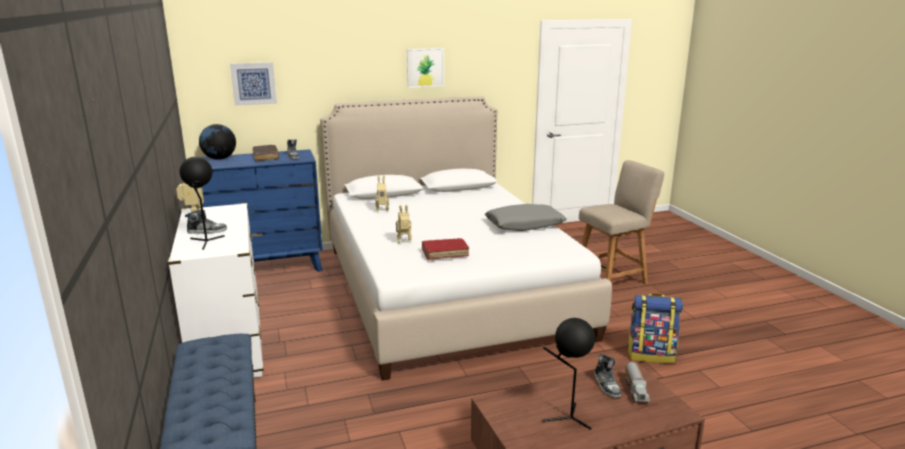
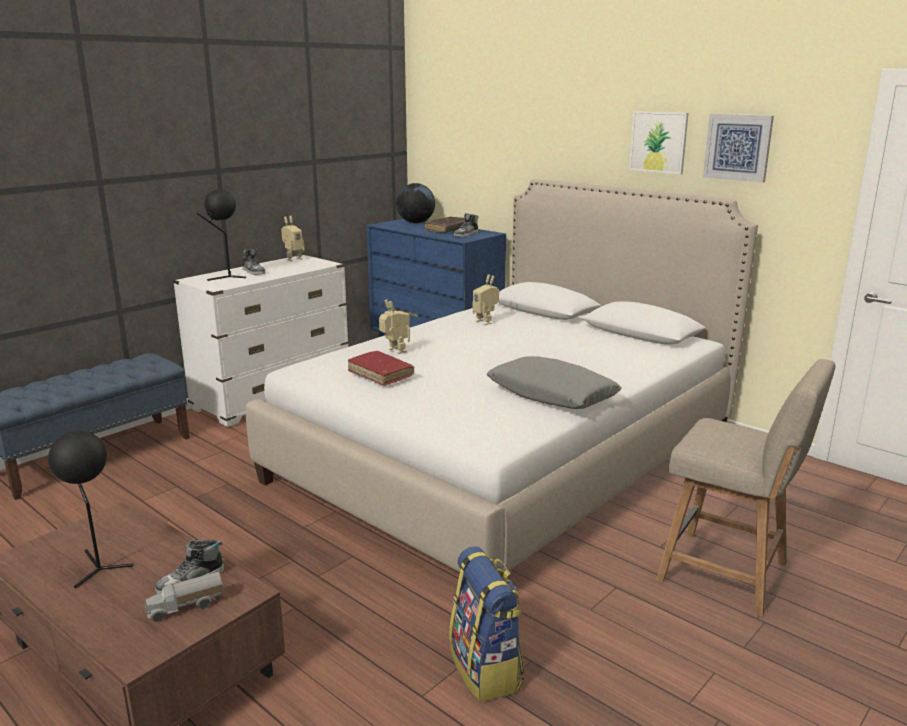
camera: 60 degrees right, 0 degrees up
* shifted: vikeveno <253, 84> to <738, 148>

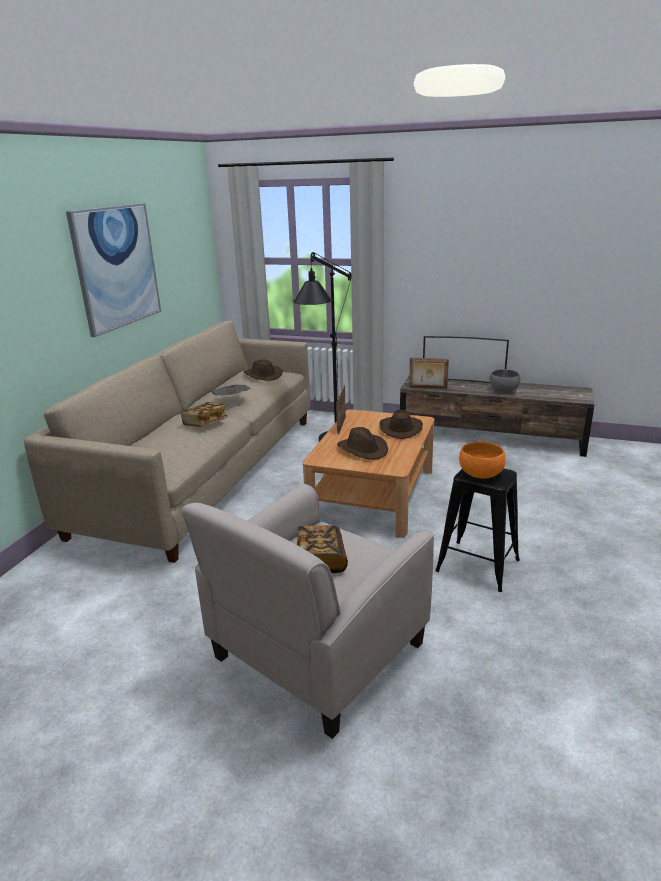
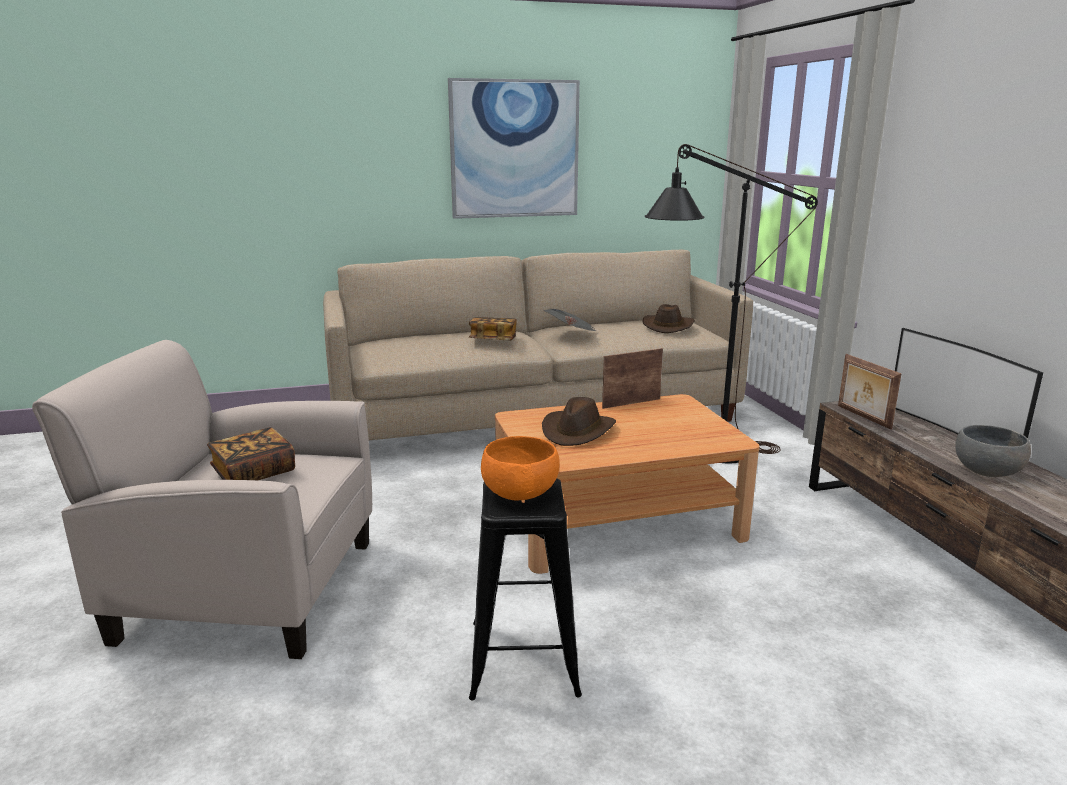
camera: 55 degrees right, 5 degrees down
* gone: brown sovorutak <401, 424>

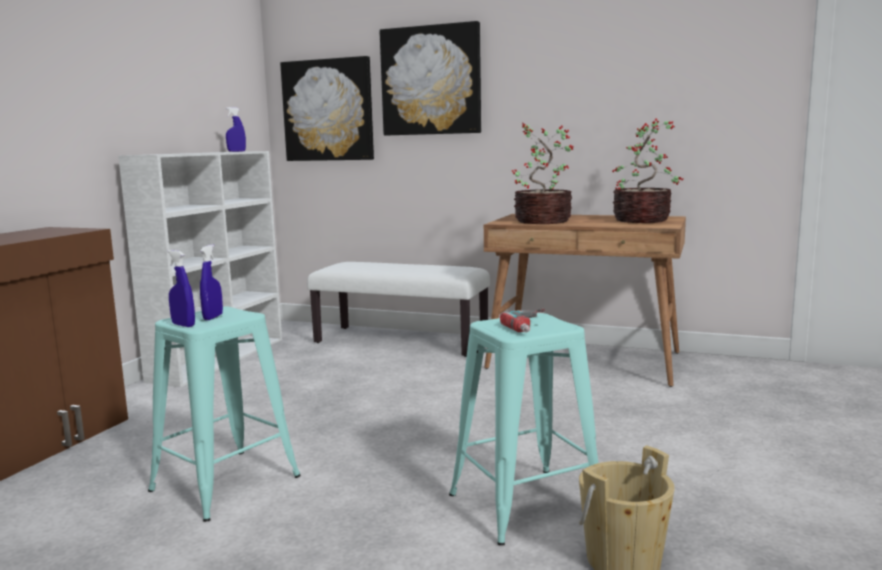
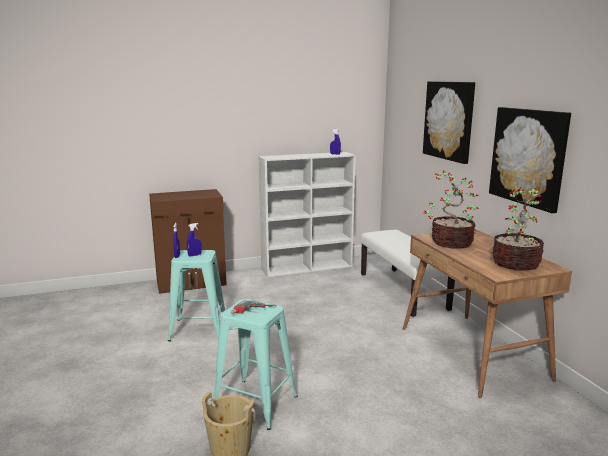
camera: 50 degrees right, 5 degrees up
* shifted: vikeveno <327, 108> to <530, 160>

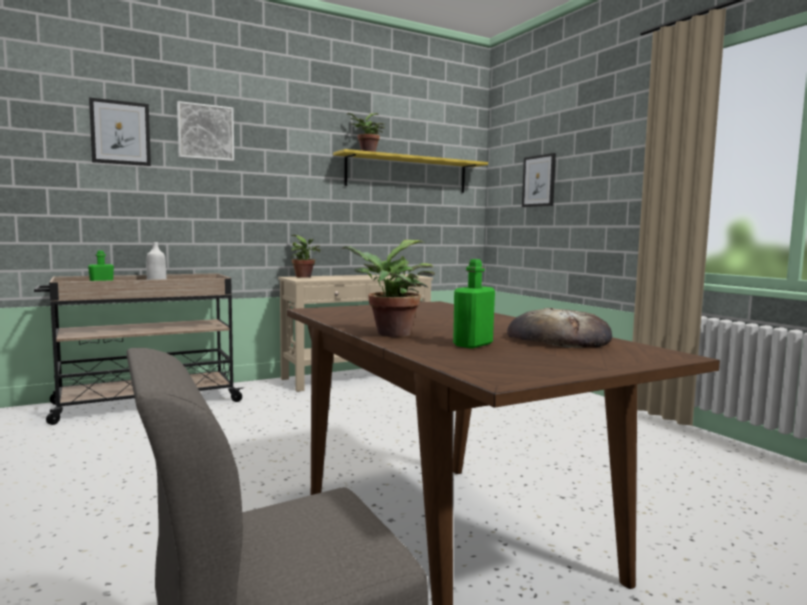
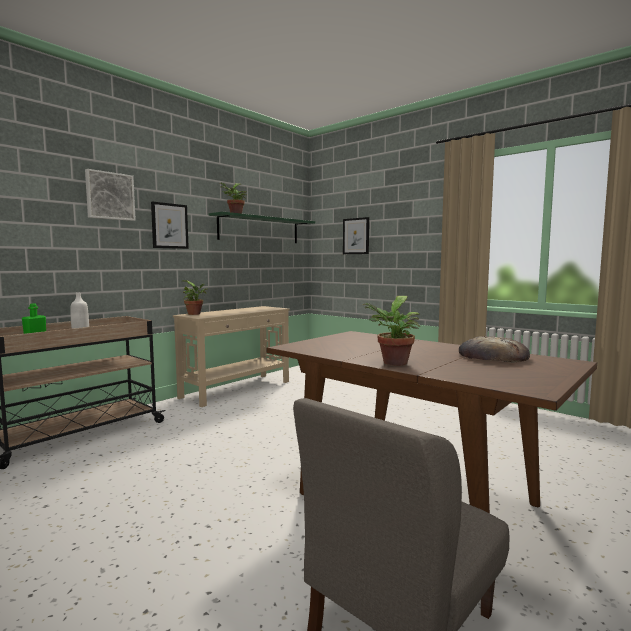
camera: 20 degrees left, 0 degrees up
* shifted: vikeveno <120, 131> to <170, 225>
* repainted: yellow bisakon <410, 171> to green bisakon <262, 227>
* gone: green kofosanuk <474, 303>

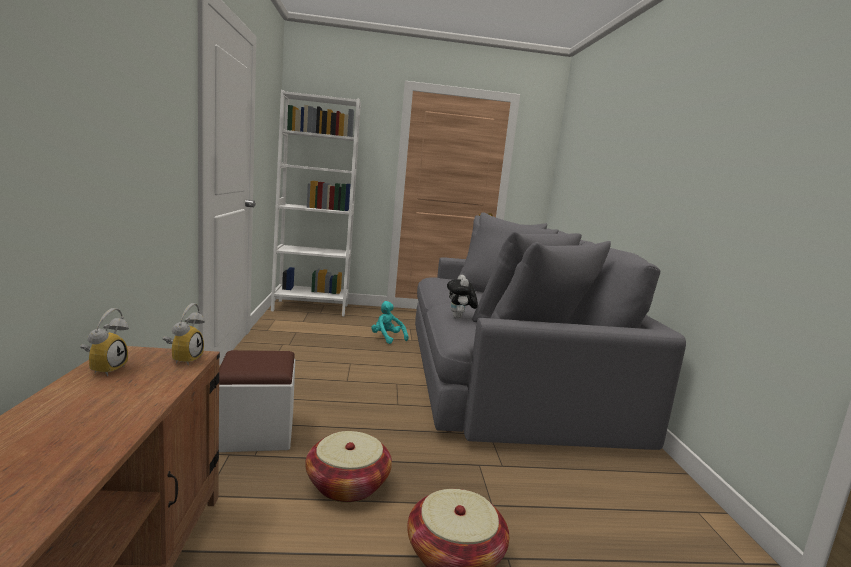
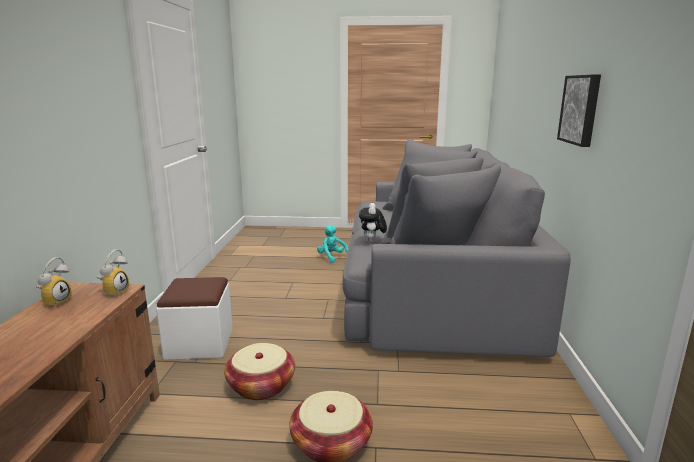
camera: 10 degrees right, 5 degrees up
* gone: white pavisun <316, 203>
* new: vikeveno <579, 111>

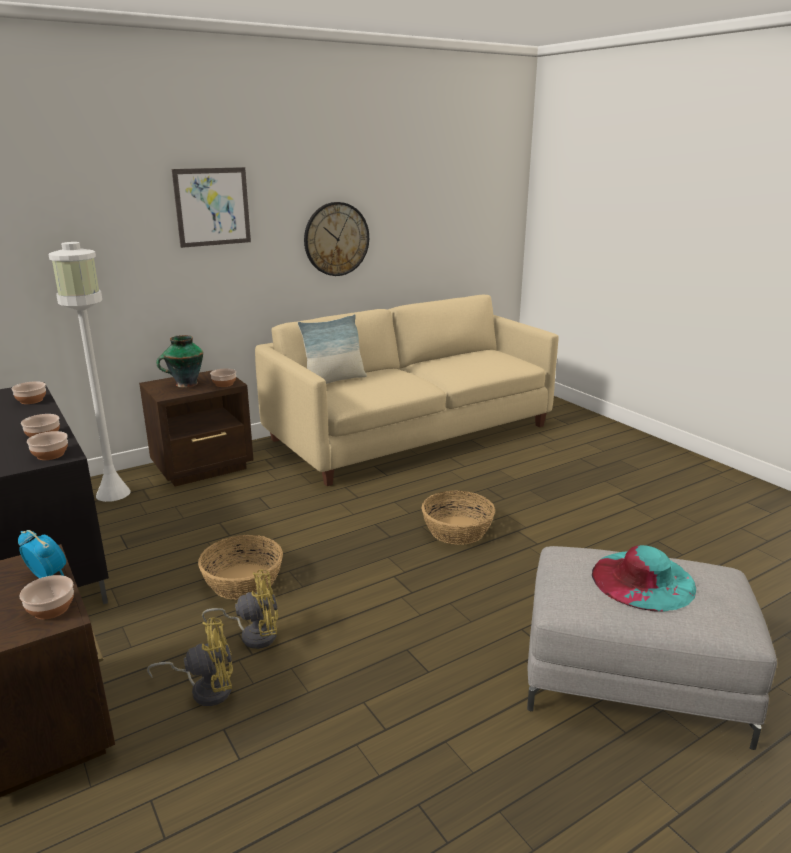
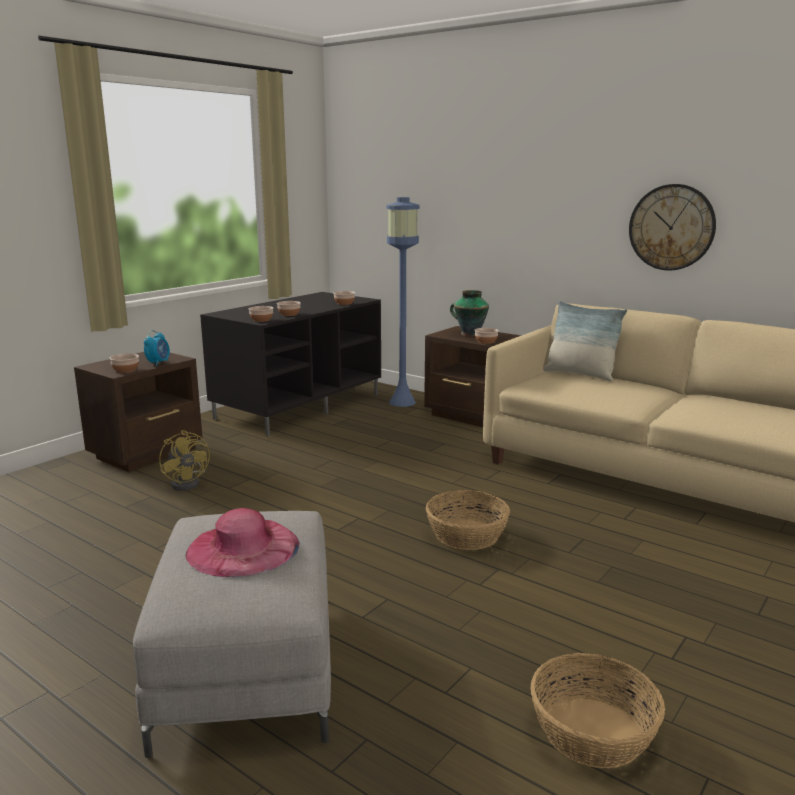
camera: 70 degrees right, 5 degrees down
* repainted: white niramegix <89, 372> to blue niramegix <403, 302>
* gone: vikeveno <211, 207>
* shifted: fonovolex <240, 567> to <597, 710>
* gone: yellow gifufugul <240, 609>
* repainted: turquoise sovorutak <644, 578> to pink sovorutak <243, 542>

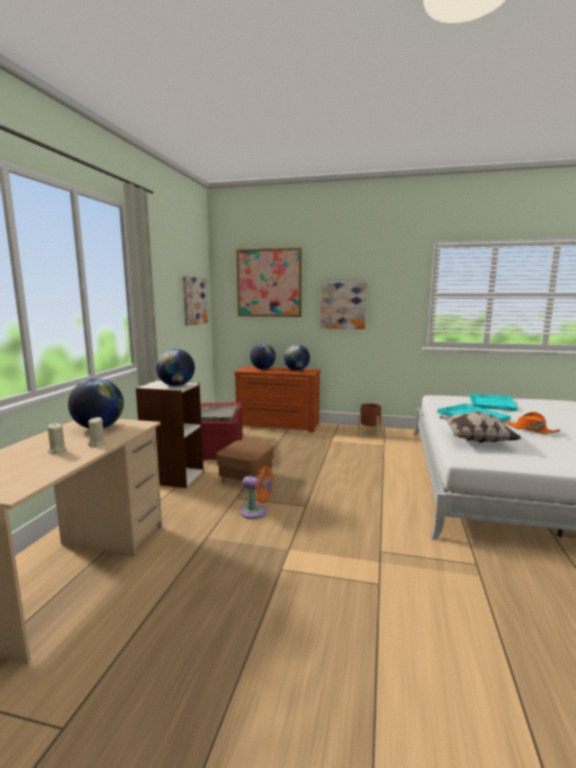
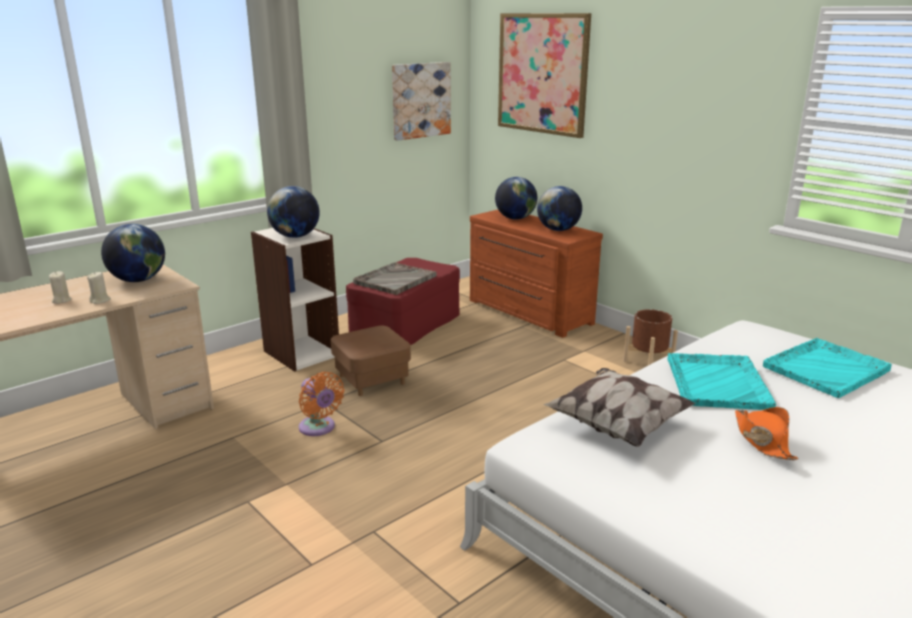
camera: 35 degrees right, 10 degrees up
* gone: vikeveno <343, 305>

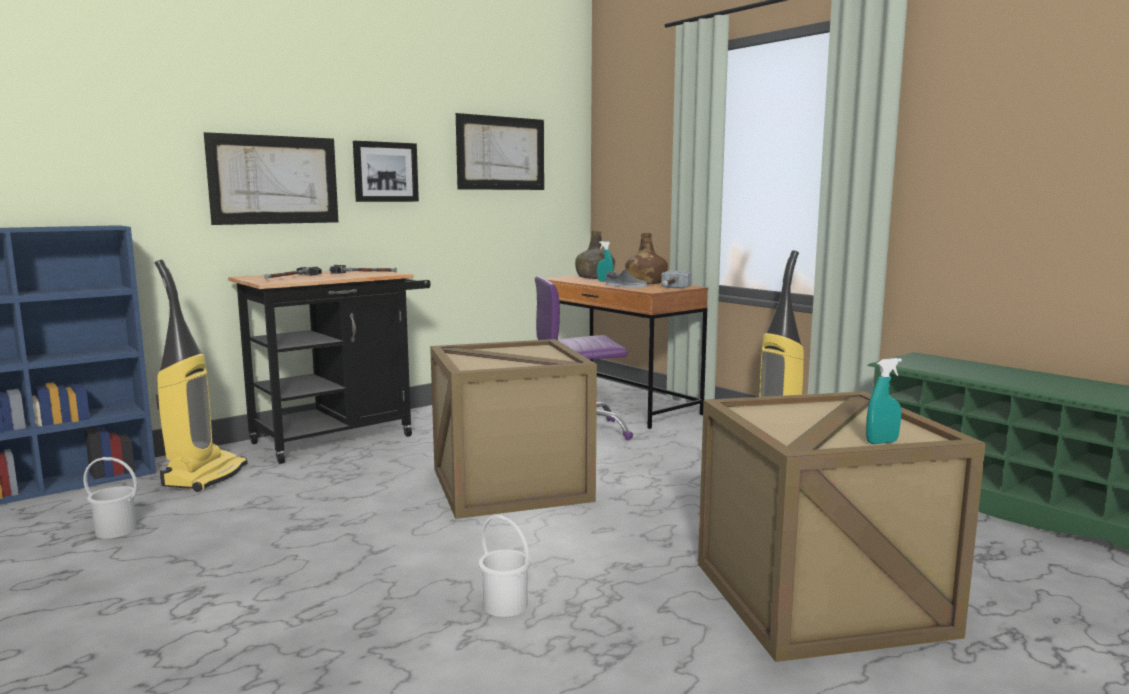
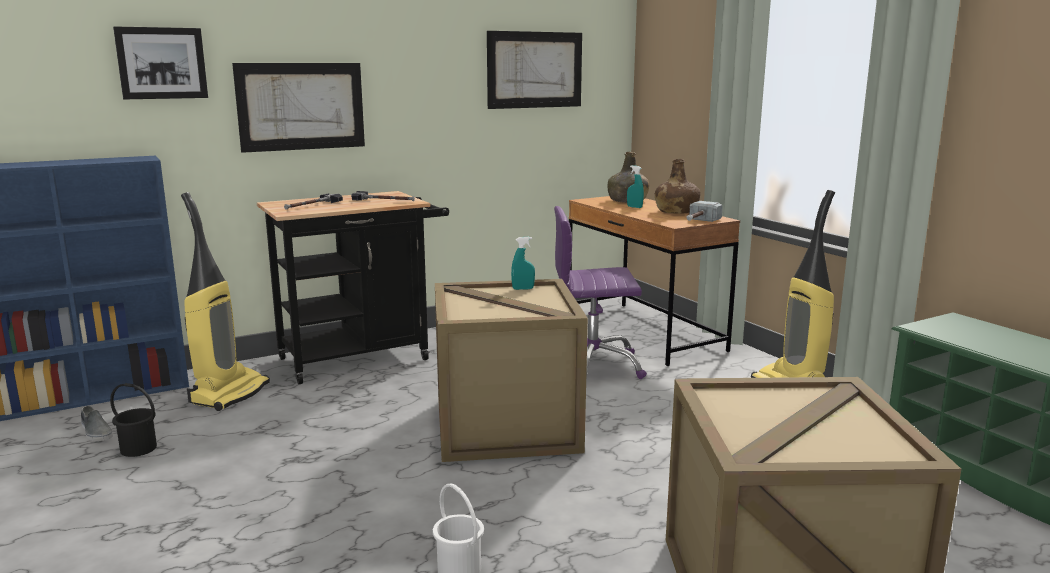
camera: 10 degrees right, 5 degrees up
* repainted: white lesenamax <110, 498> to black lesenamax <133, 420>
* shifted: vikeveno <386, 171> to <160, 62>
* shifted: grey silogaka <626, 279> to <97, 423>
* shifted: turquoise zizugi <884, 401> to <523, 263>

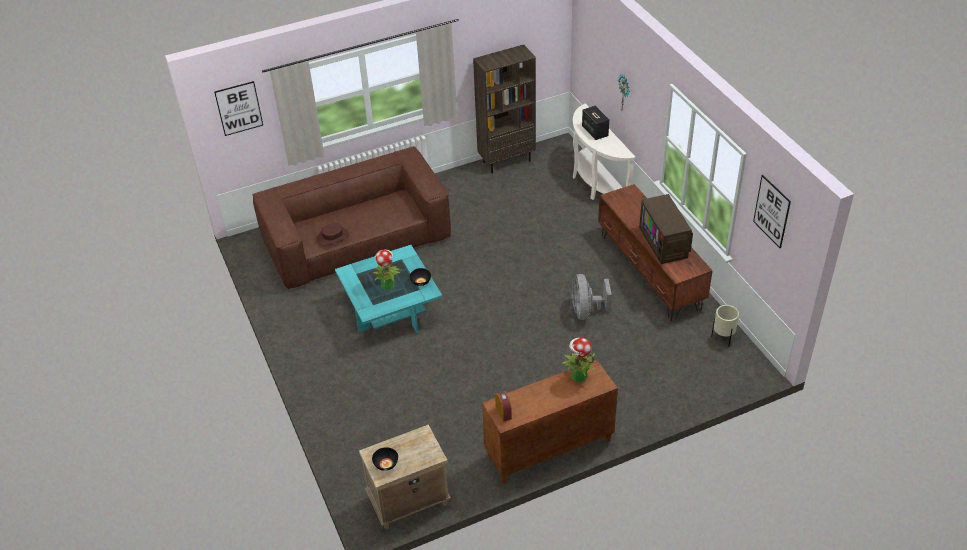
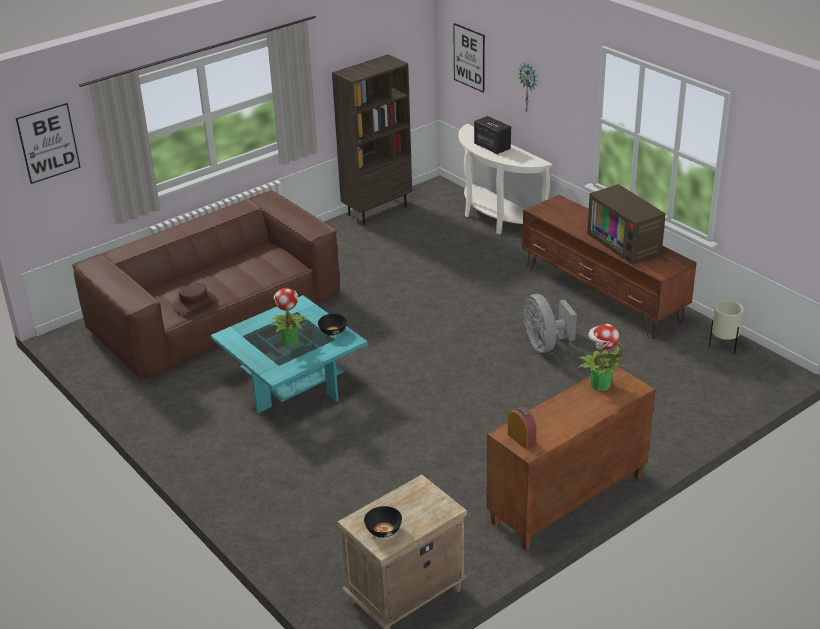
camera: 15 degrees left, 10 degrees down
* shifted: vikeveno <772, 211> to <469, 58>

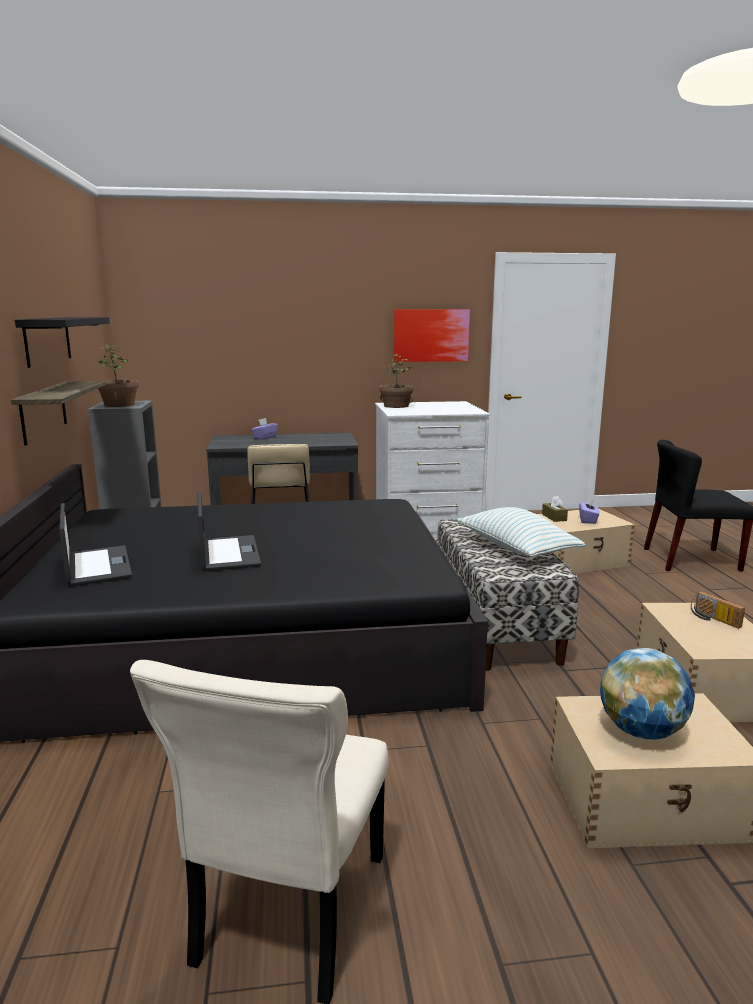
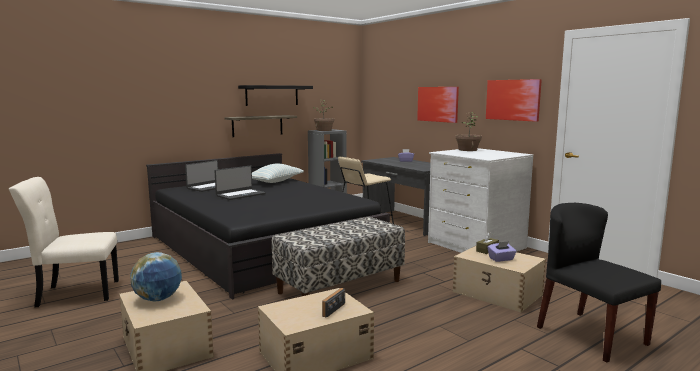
camera: 60 degrees right, 5 degrees down
* shifted: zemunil <520, 532> to <278, 173>
* new: vikeveno <438, 105>

